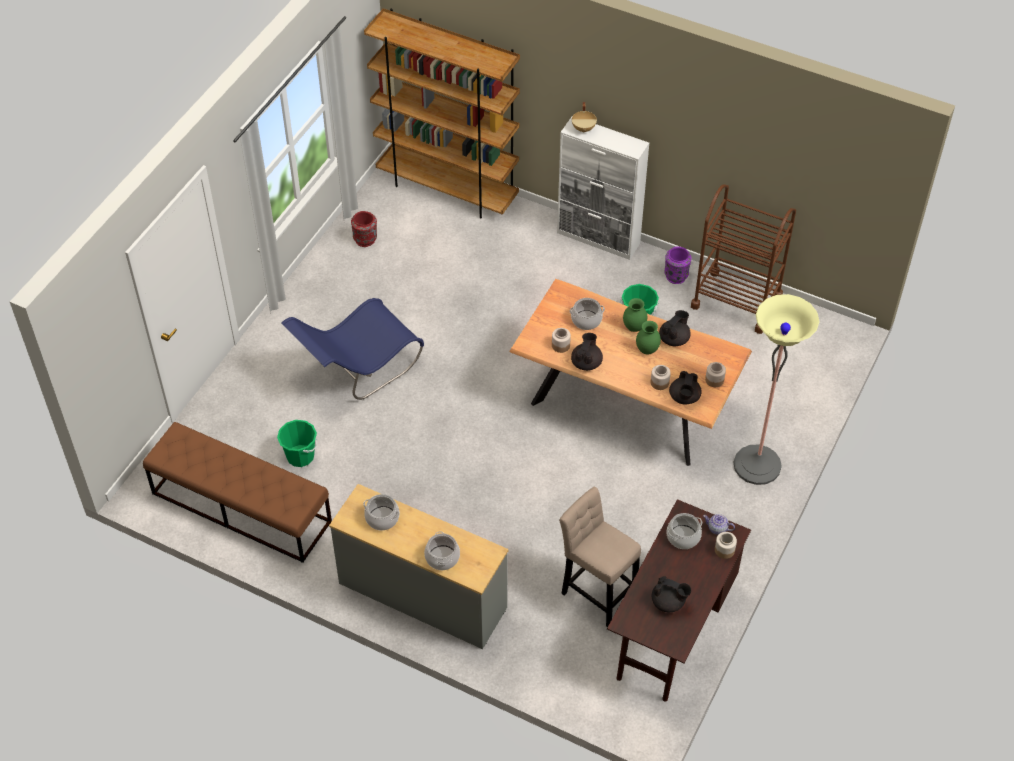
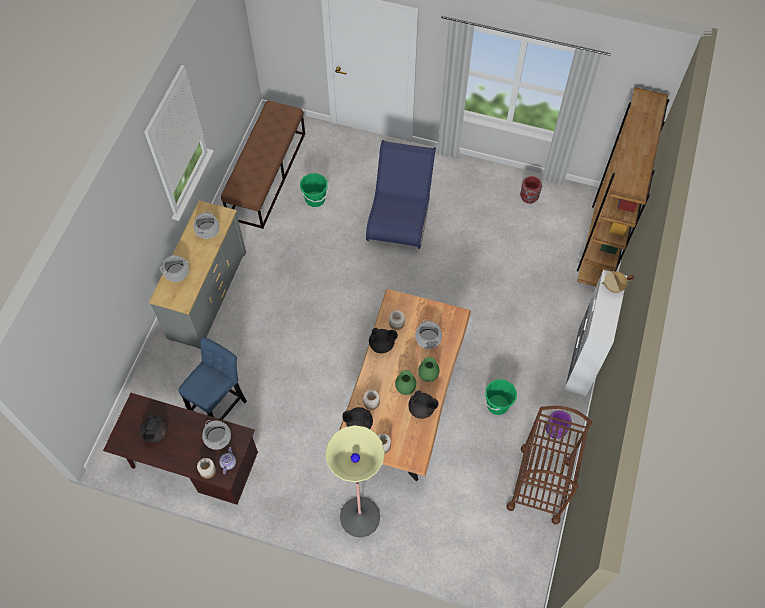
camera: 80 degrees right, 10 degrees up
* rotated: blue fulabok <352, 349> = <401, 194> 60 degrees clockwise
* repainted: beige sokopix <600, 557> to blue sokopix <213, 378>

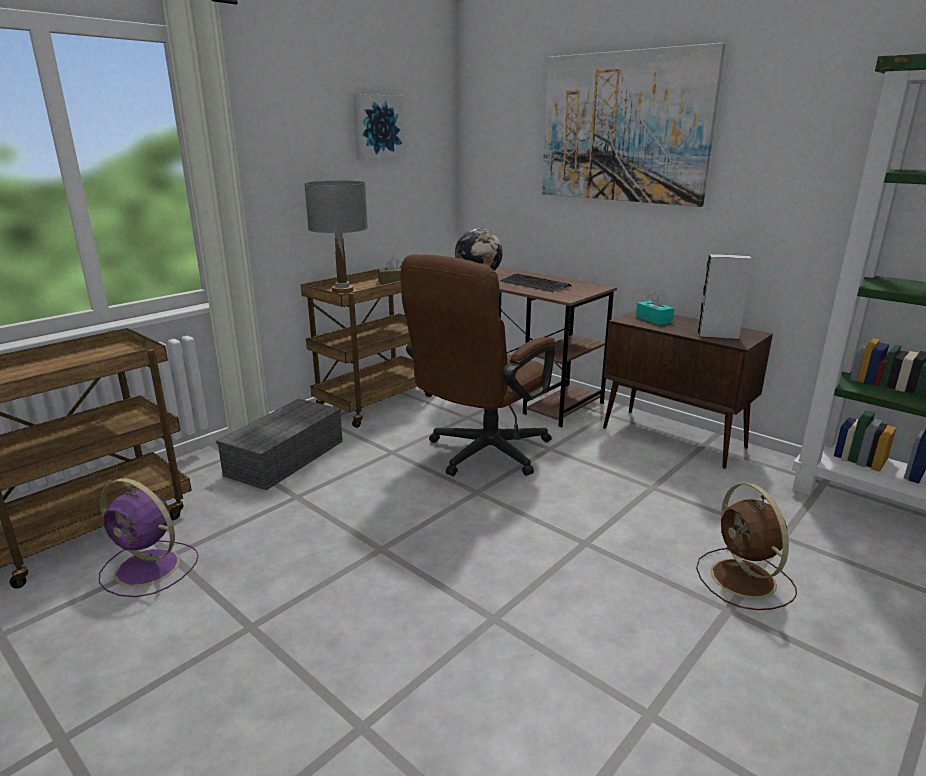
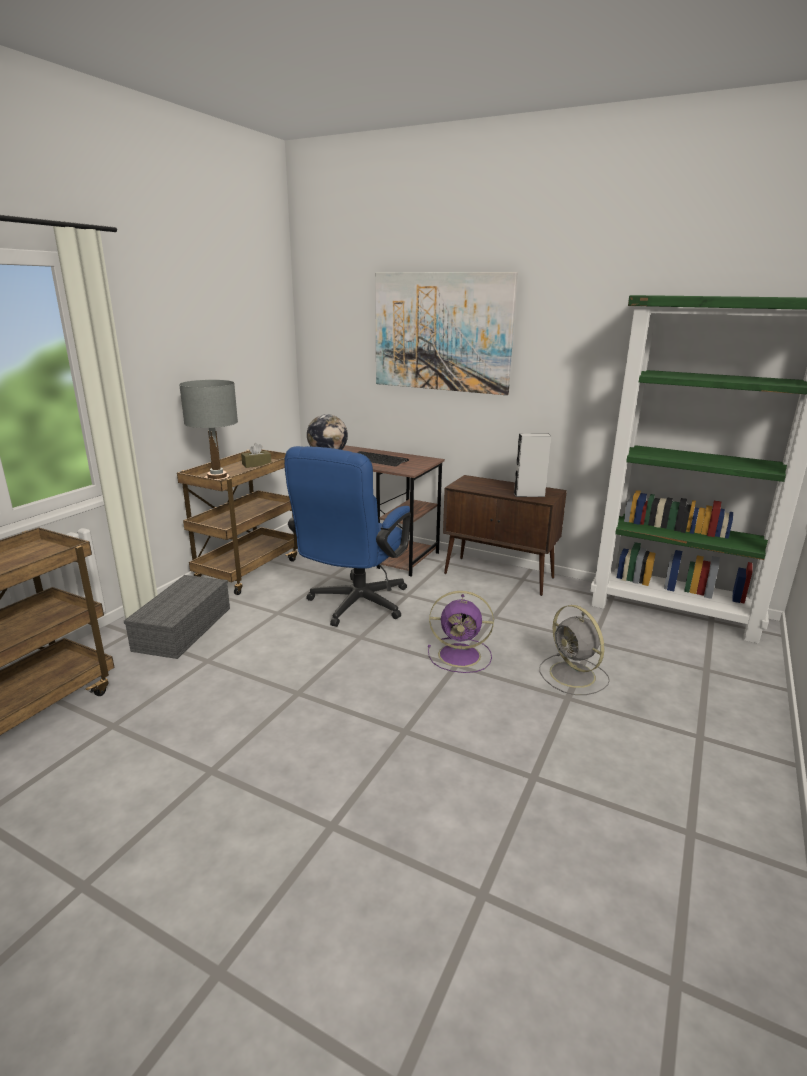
camera: 15 degrees left, 0 degrees up
* shifted: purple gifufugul <149, 537> to <461, 632>
* gone: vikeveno <379, 127>
* repainted: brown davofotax <477, 365> to blue davofotax <347, 536>
* gone: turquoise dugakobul <655, 308>
* repainted: brown gifufugul <746, 546> to grey gifufugul <574, 650>

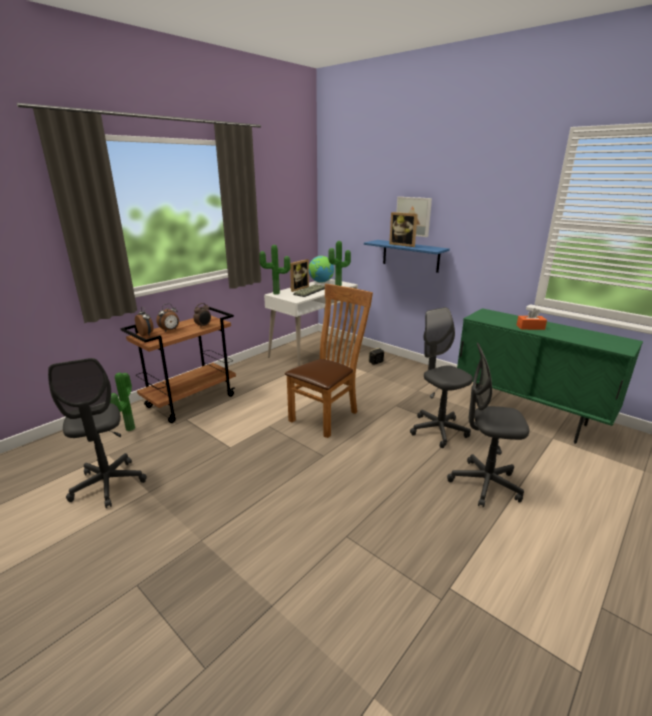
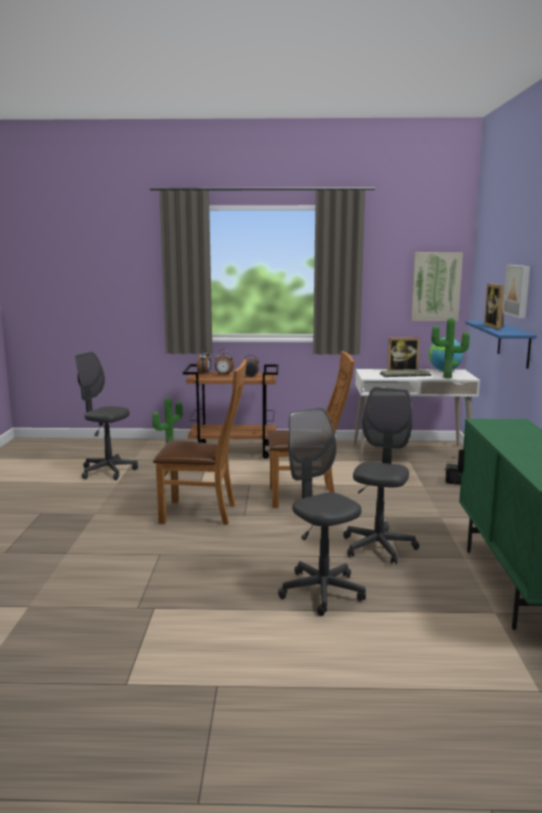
camera: 50 degrees right, 10 degrees down
* rotated: grey davofotax <97, 433> = <106, 416> 90 degrees clockwise
* gone: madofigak <275, 270>
* gone: orange dugakobul <532, 319>
* new: brown fulabok <200, 442>
* new: vikeveno <437, 286>

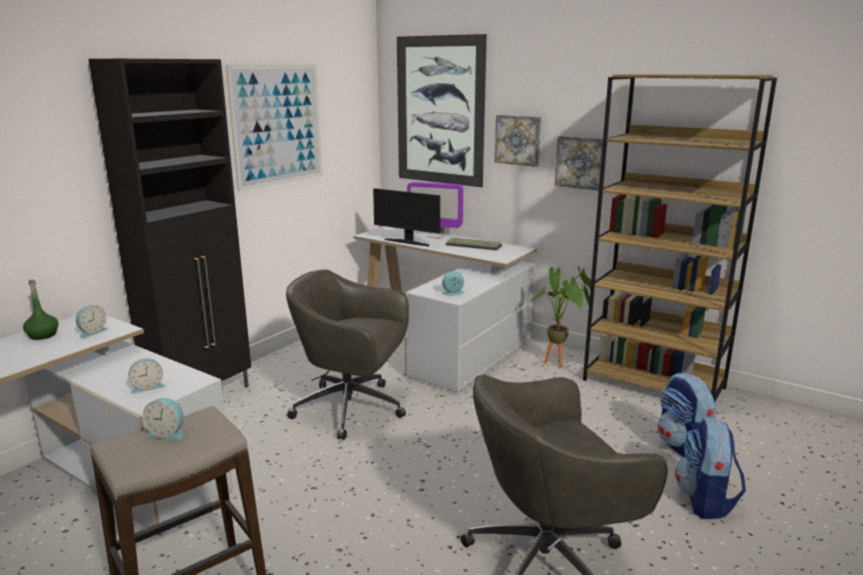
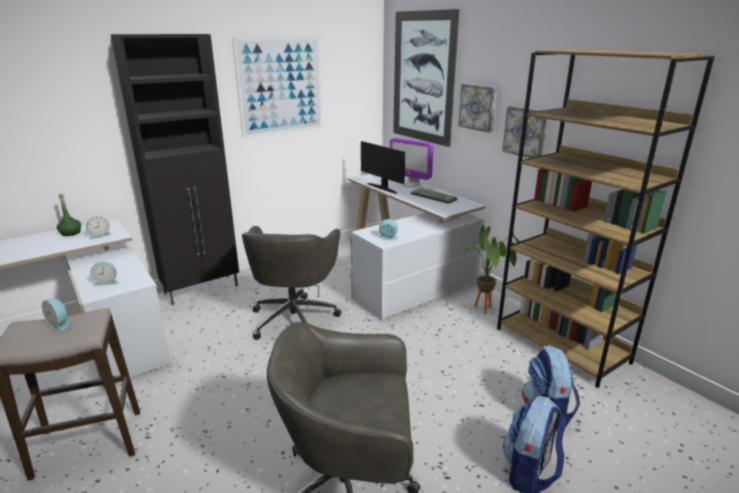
camera: 20 degrees right, 5 degrees up
* rotated: grey davofotax <347, 355> = <291, 283> 120 degrees counterclockwise

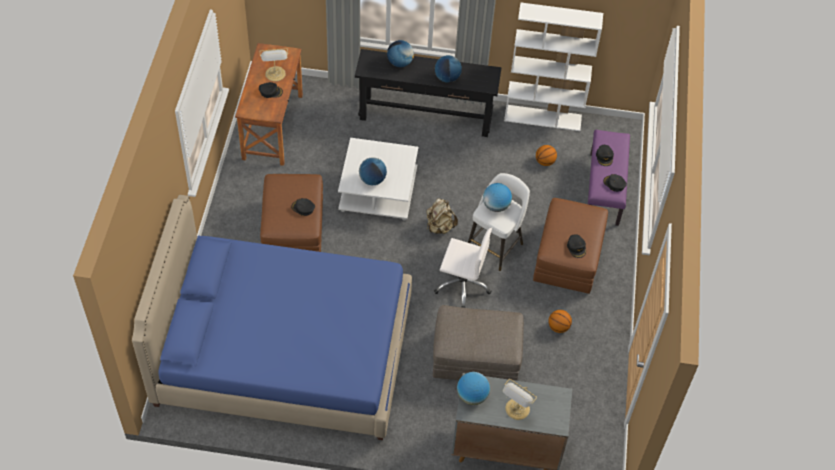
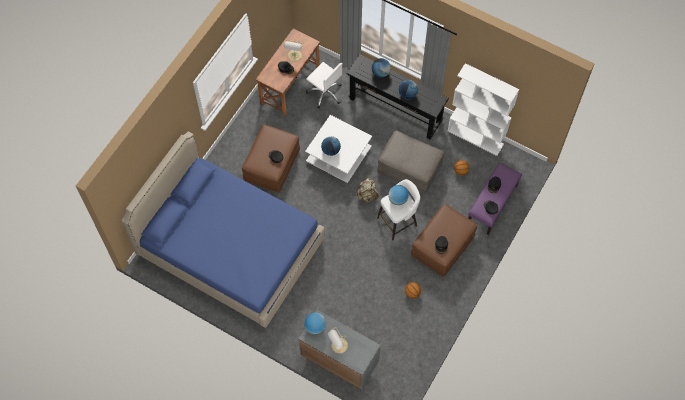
camera: 25 degrees right, 10 degrees up
* shifted: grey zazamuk <478, 343> to <410, 162>
* shifted: white davofotax <463, 268> to <324, 85>

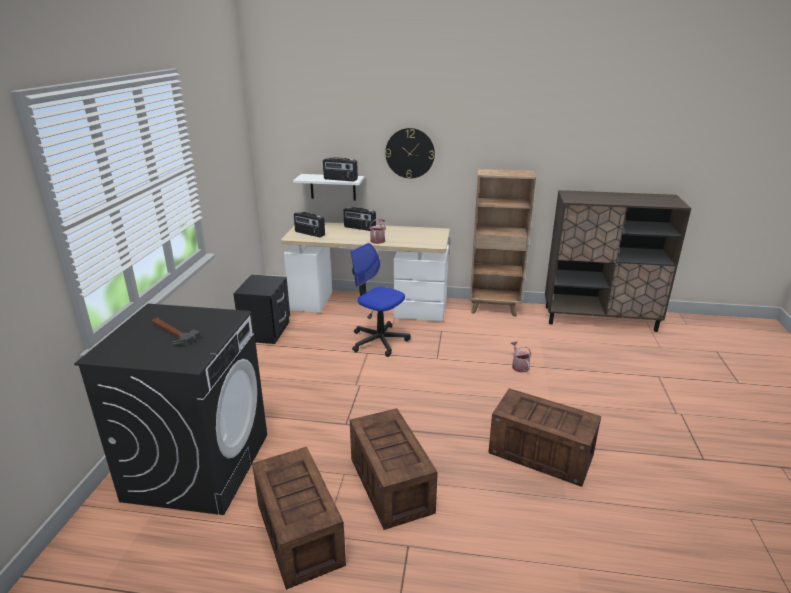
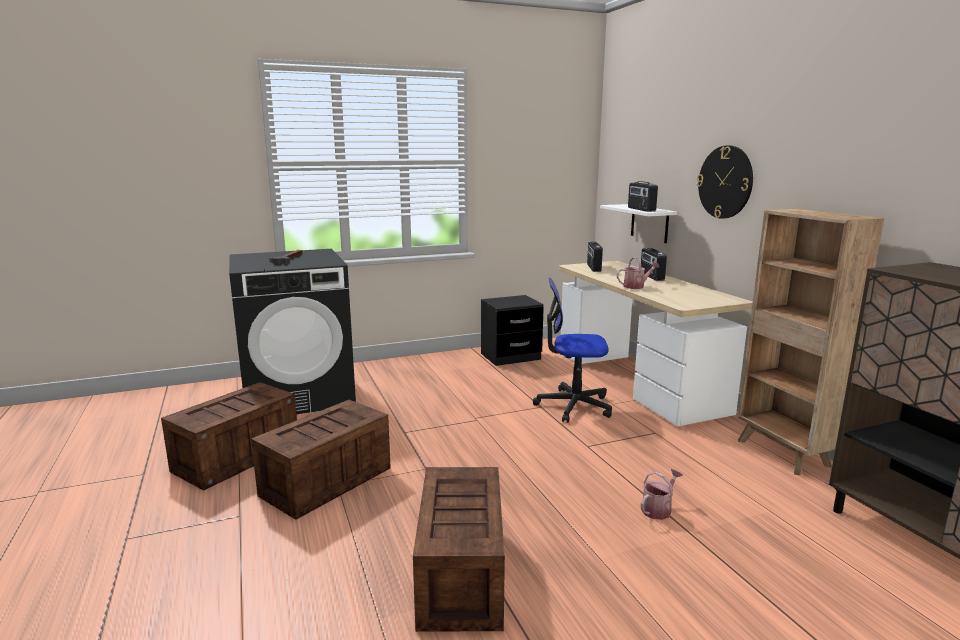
camera: 60 degrees right, 10 degrees down
* rotated: davofotax <381, 300> = <572, 350> 90 degrees counterclockwise

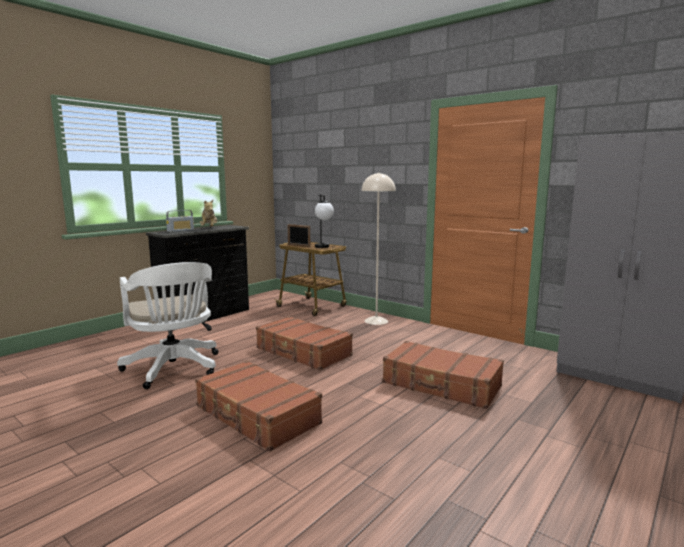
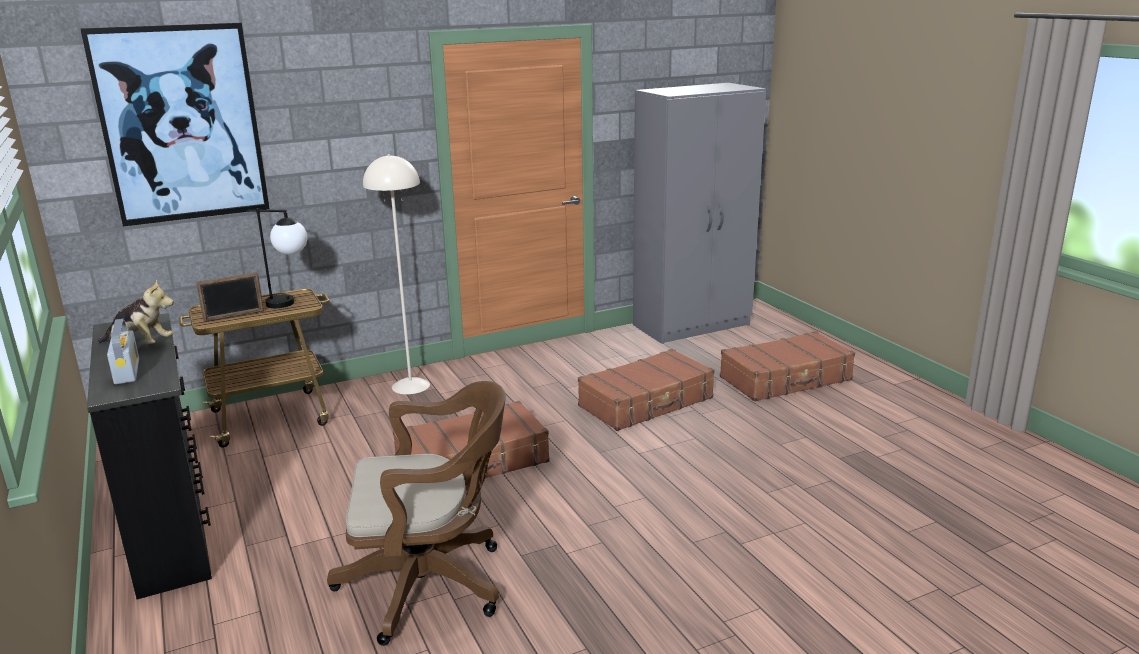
camera: 65 degrees left, 10 degrees up
* repainted: white davofotax <167, 325> to brown davofotax <416, 513>
* shifted: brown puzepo <258, 406> to <787, 366>
* new: vikeveno <175, 124>

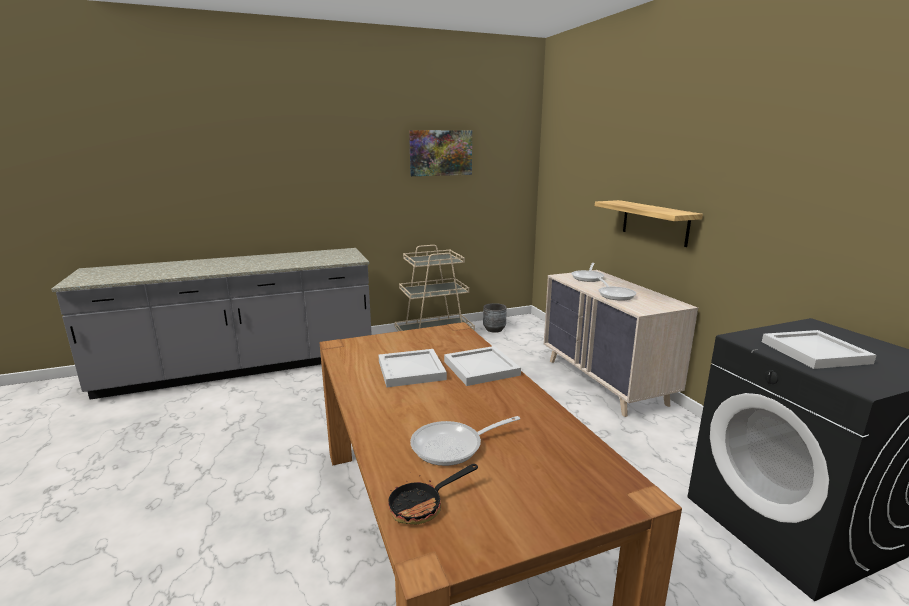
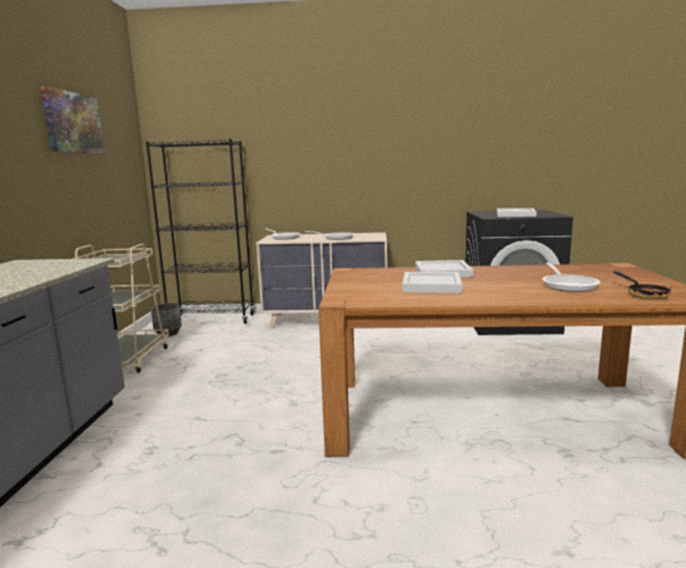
camera: 65 degrees left, 5 degrees down
* gone: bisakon <649, 223>
* new: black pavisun <200, 231>

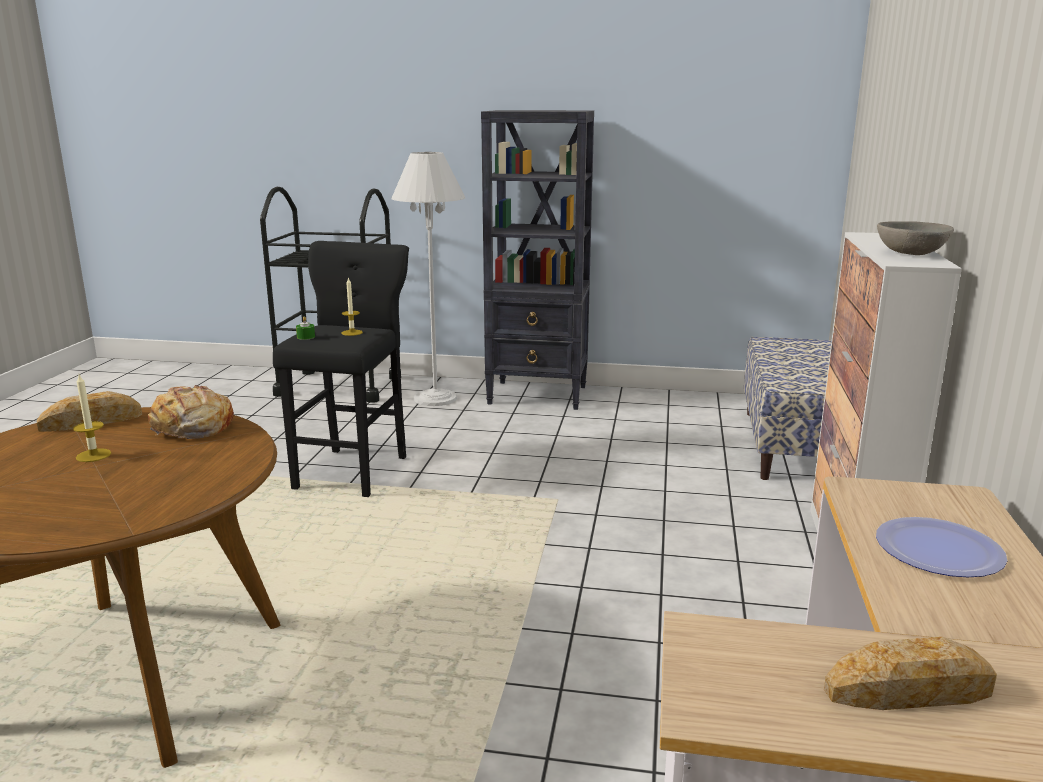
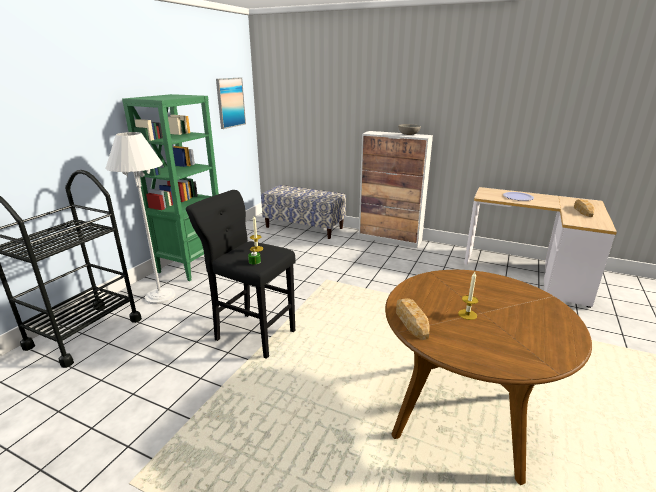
camera: 75 degrees left, 5 degrees up
* gone: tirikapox <191, 412>
* repainted: black pavisun <537, 260> to green pavisun <170, 187>
* new: vikeveno <231, 103>

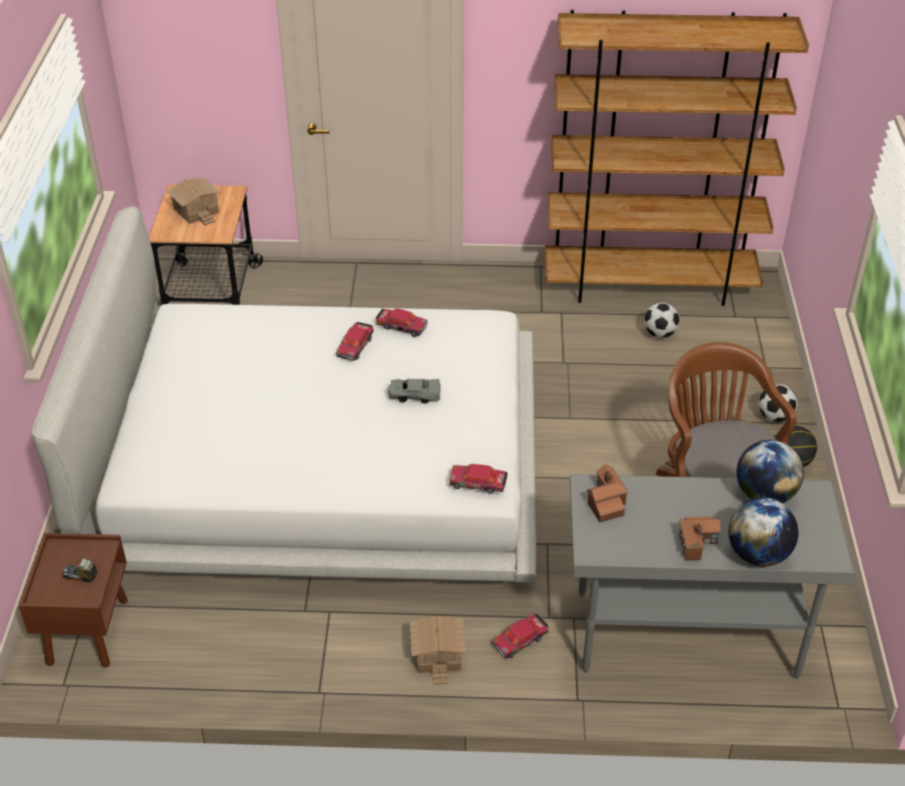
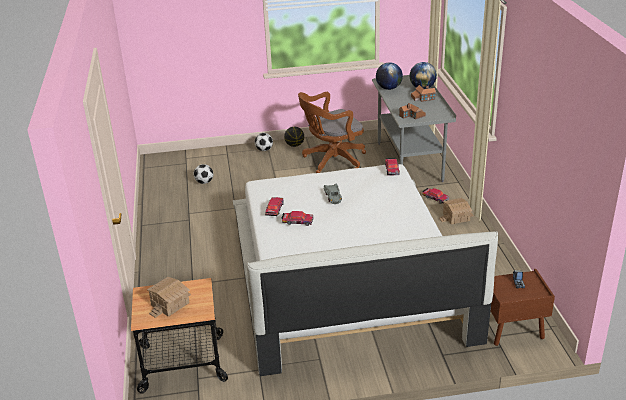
camera: 100 degrees left, 10 degrees down
* gone: brown pavisun <676, 158>

